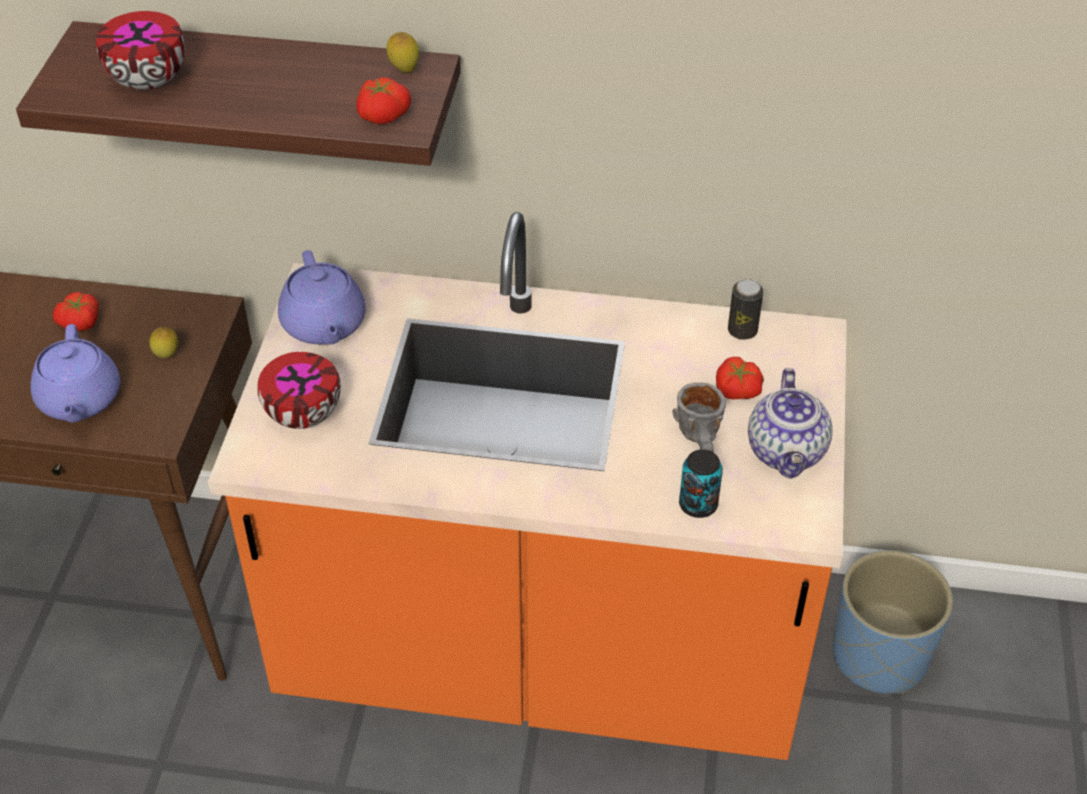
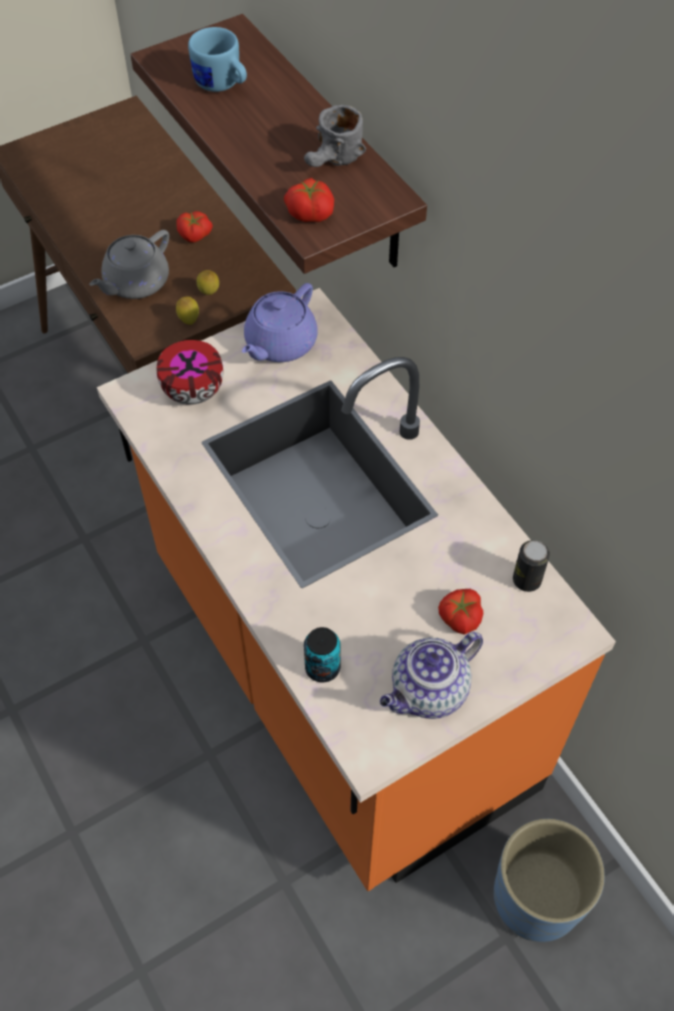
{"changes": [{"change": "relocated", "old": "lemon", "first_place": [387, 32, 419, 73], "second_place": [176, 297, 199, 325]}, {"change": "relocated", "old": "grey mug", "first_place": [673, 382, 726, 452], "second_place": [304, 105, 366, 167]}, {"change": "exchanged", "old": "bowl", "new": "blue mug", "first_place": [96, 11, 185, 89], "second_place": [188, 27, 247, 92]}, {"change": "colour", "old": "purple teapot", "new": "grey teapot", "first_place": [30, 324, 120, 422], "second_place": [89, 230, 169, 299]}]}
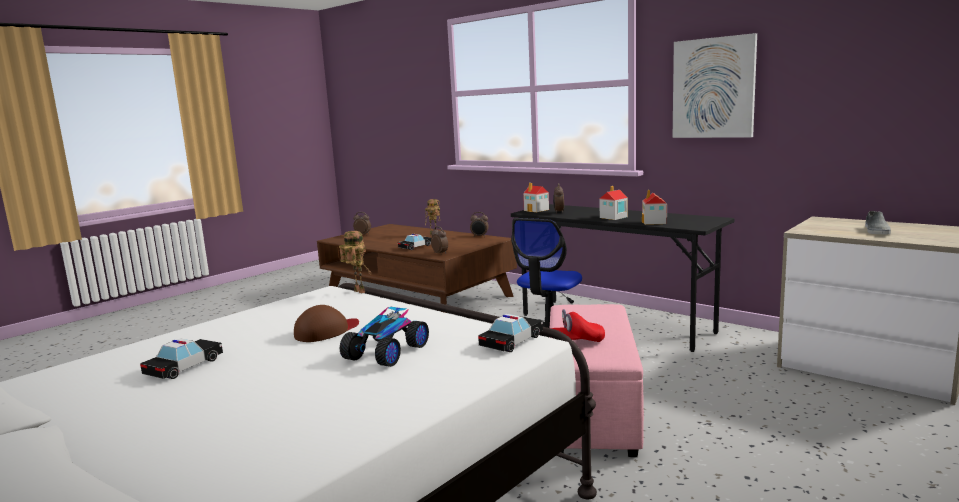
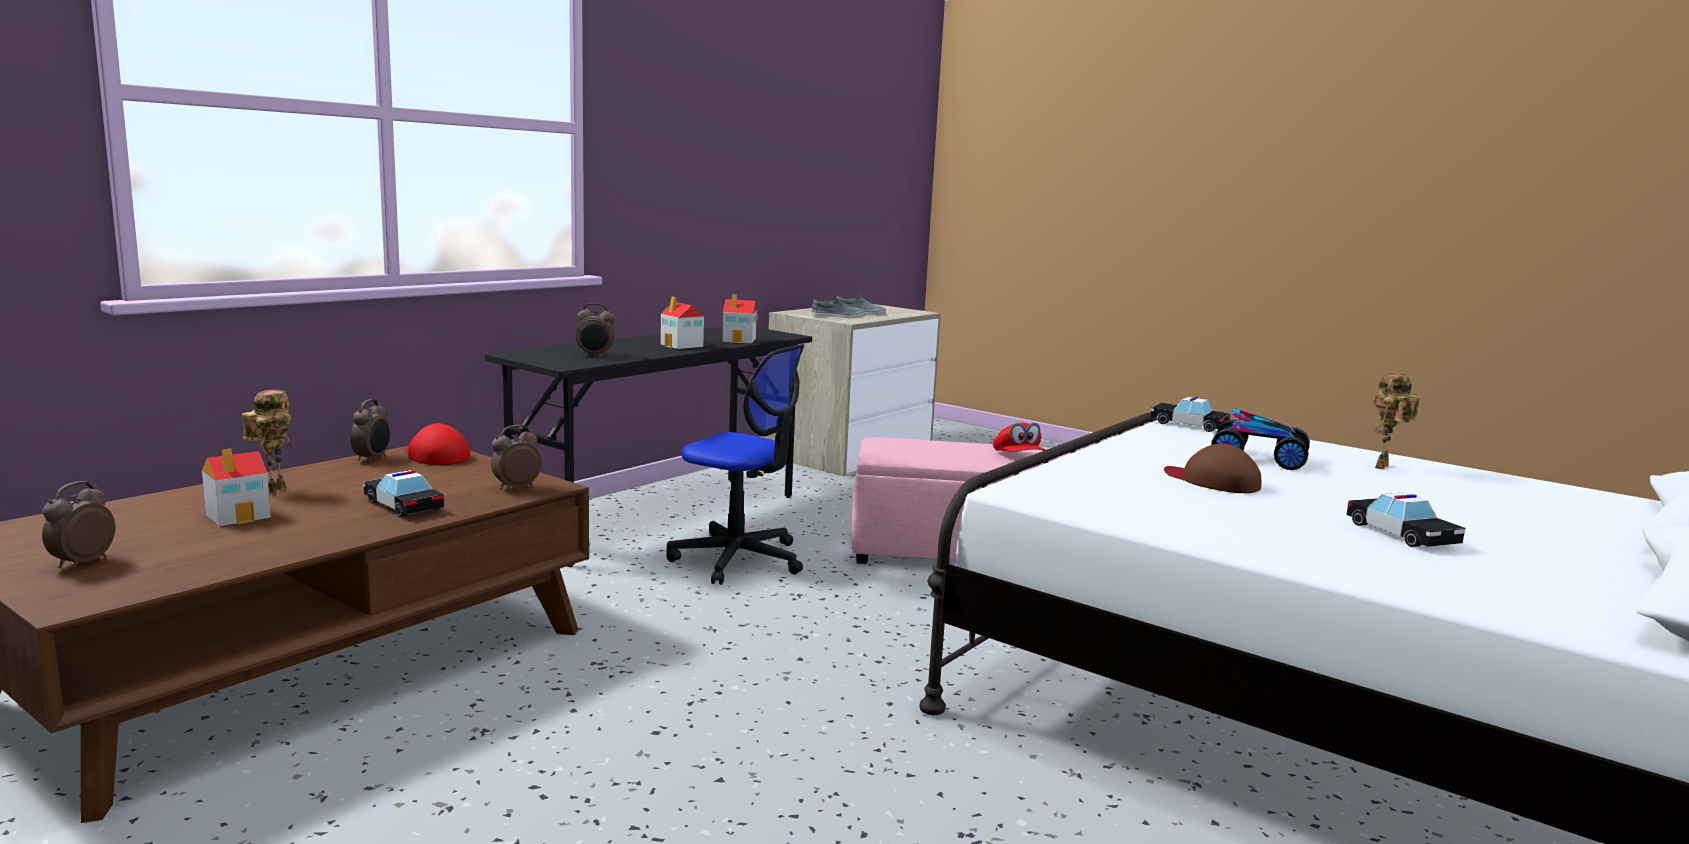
{"changes": [{"change": "missing", "old": "picture", "first_place": [673, 33, 757, 138]}, {"change": "appeared", "new": "red cap", "second_place": [404, 423, 470, 465]}, {"change": "appeared", "new": "grey shoe", "second_place": [812, 297, 864, 318]}, {"change": "relocated", "old": "toy robot", "first_place": [339, 231, 371, 293], "second_place": [1374, 373, 1421, 470]}, {"change": "relocated", "old": "toy house", "first_place": [523, 183, 549, 212], "second_place": [202, 448, 271, 526]}, {"change": "spun", "old": "toy car", "first_place": [140, 338, 223, 379], "second_place": [1346, 492, 1465, 547], "degrees": -135}]}
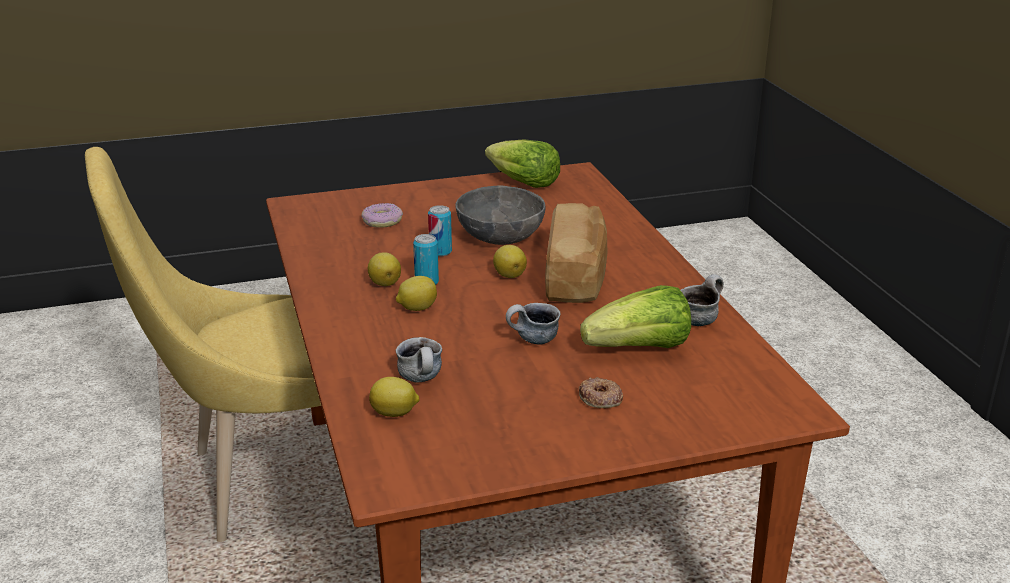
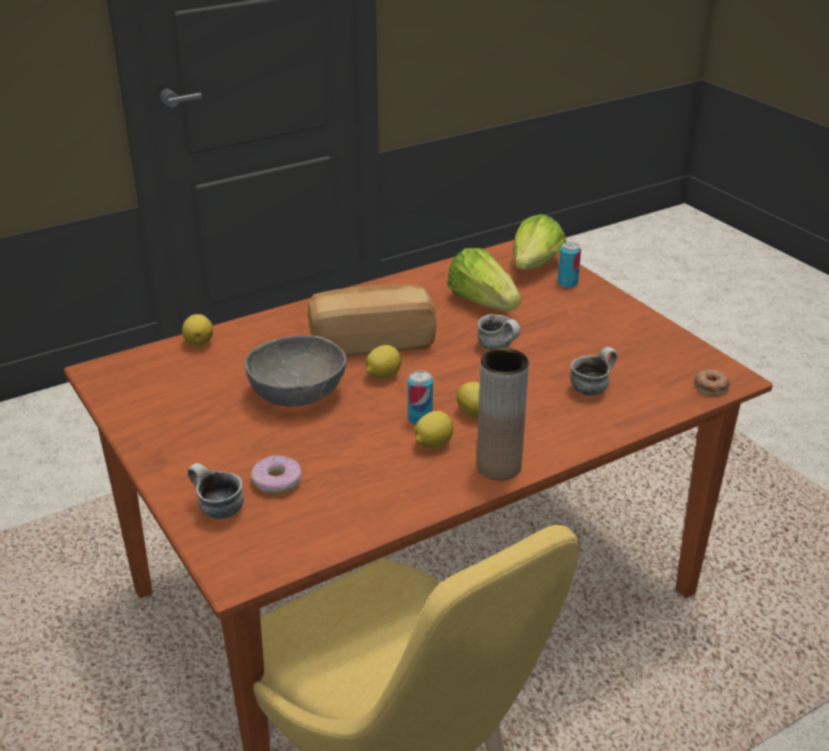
{"changes": [{"change": "appeared", "new": "brown vase", "second_place": [477, 348, 529, 480]}, {"change": "relocated", "old": "lemon", "first_place": [369, 377, 420, 417], "second_place": [182, 314, 213, 346]}, {"change": "relocated", "old": "can", "first_place": [428, 205, 452, 257], "second_place": [557, 242, 581, 288]}, {"change": "relocated", "old": "lettuce", "first_place": [485, 139, 560, 188], "second_place": [513, 214, 566, 270]}, {"change": "relocated", "old": "donut", "first_place": [579, 377, 623, 408], "second_place": [694, 369, 730, 395]}, {"change": "relocated", "old": "mug", "first_place": [681, 274, 724, 326], "second_place": [187, 463, 244, 519]}]}
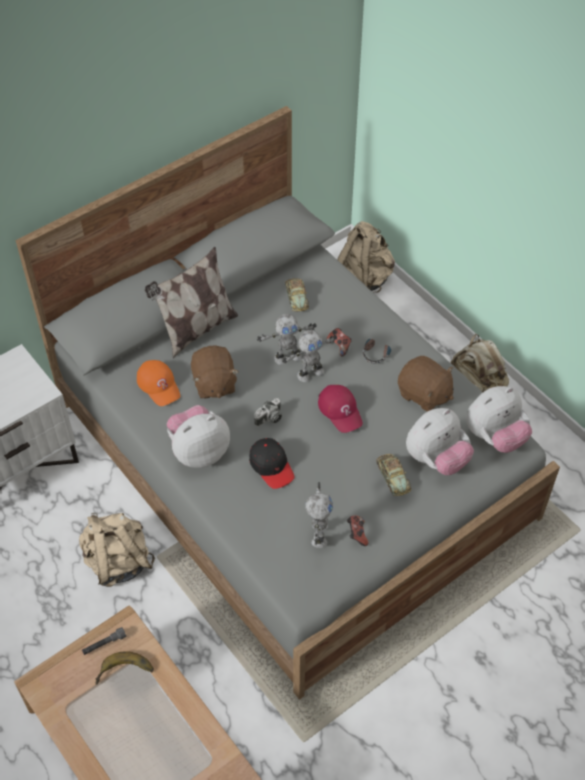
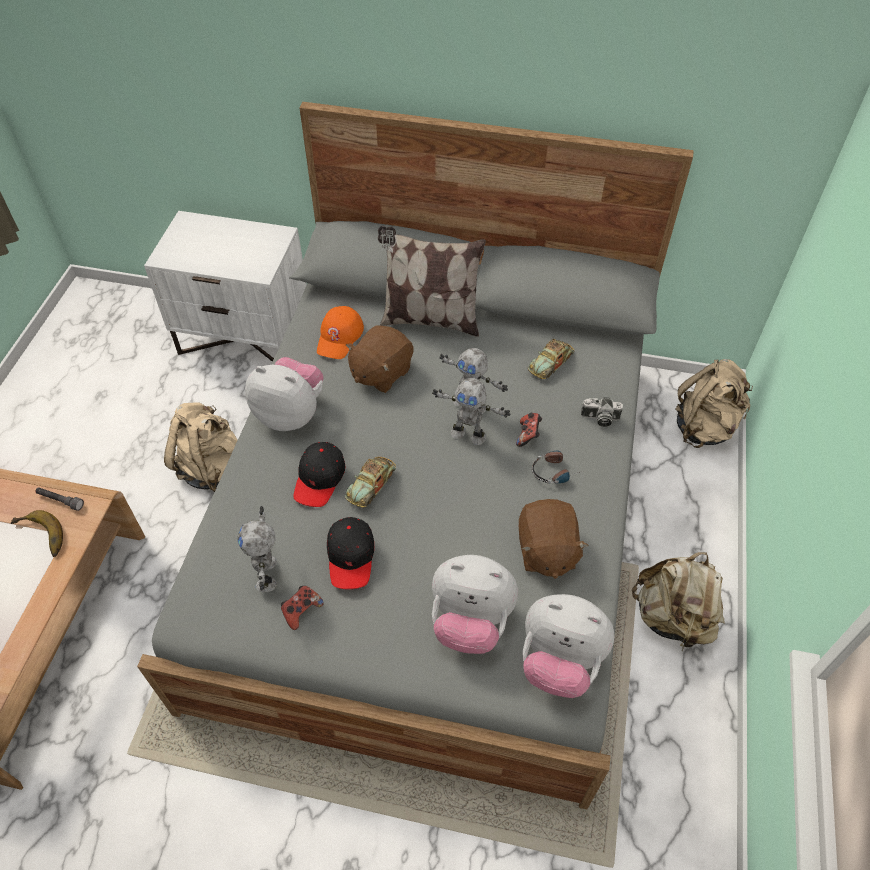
{"changes": [{"change": "missing", "old": "red cap", "first_place": [318, 385, 363, 433]}, {"change": "appeared", "new": "black cap", "second_place": [327, 517, 374, 589]}, {"change": "relocated", "old": "photo camera", "first_place": [254, 398, 282, 427], "second_place": [581, 397, 623, 427]}, {"change": "relocated", "old": "toy car", "first_place": [376, 454, 411, 496], "second_place": [345, 457, 396, 508]}, {"change": "spun", "old": "toy robot", "first_place": [305, 482, 333, 548], "second_place": [238, 506, 277, 593], "degrees": 120}]}
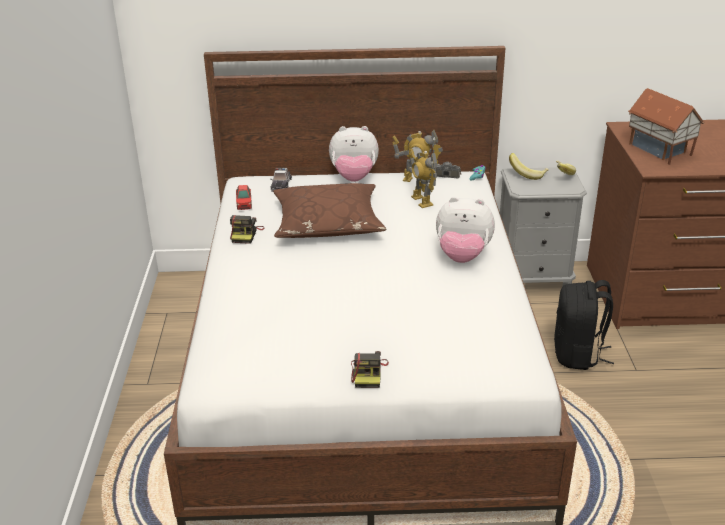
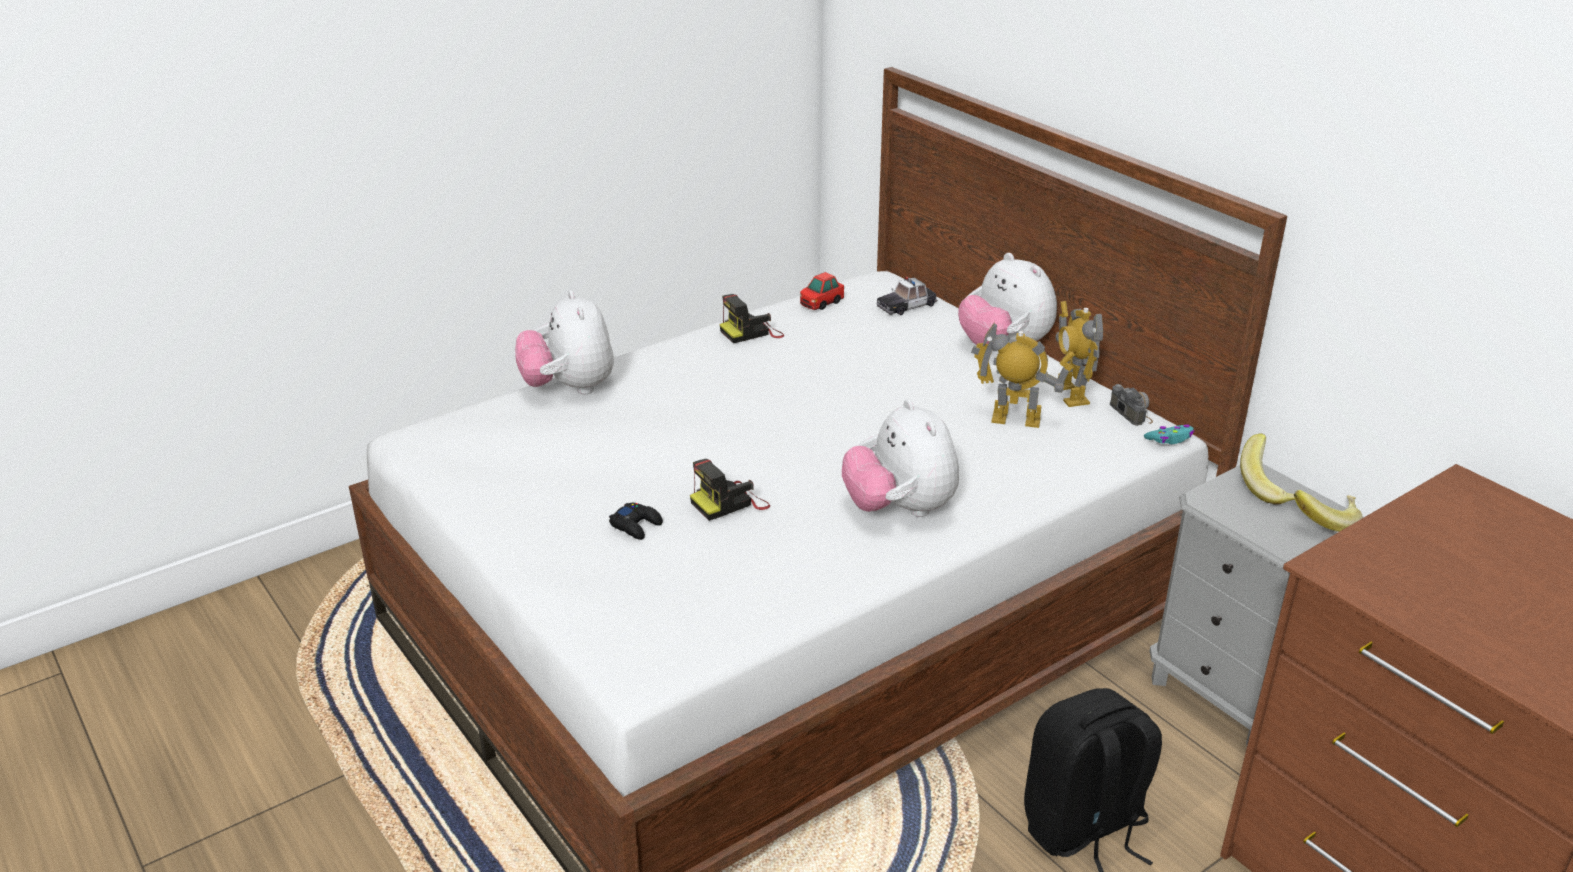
{"changes": [{"change": "missing", "old": "brown pillow", "first_place": [273, 183, 387, 238]}, {"change": "missing", "old": "toy house", "first_place": [628, 88, 705, 165]}, {"change": "appeared", "new": "plush toy", "second_place": [515, 290, 614, 394]}, {"change": "appeared", "new": "black game controller", "second_place": [609, 503, 663, 540]}, {"change": "relocated", "old": "photo camera", "first_place": [351, 351, 389, 388], "second_place": [690, 459, 770, 521]}, {"change": "spun", "old": "toy robot", "first_place": [409, 149, 437, 208], "second_place": [971, 322, 1075, 428], "degrees": 75}]}
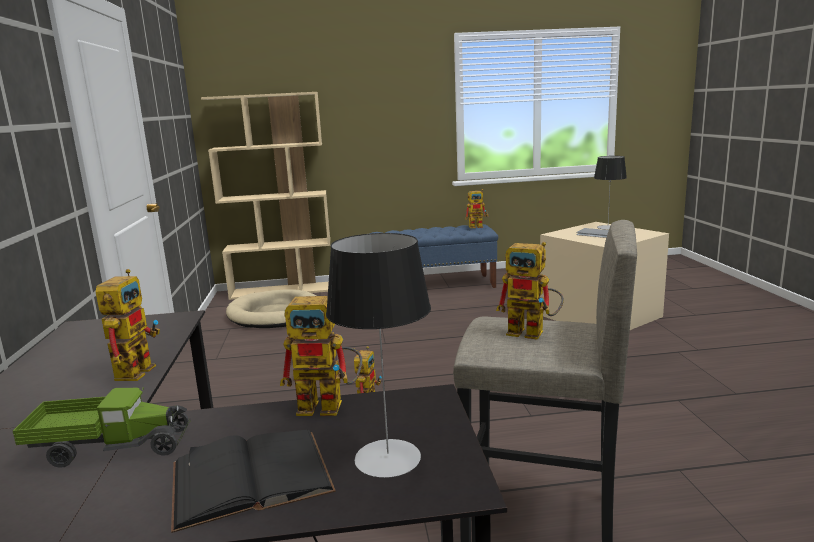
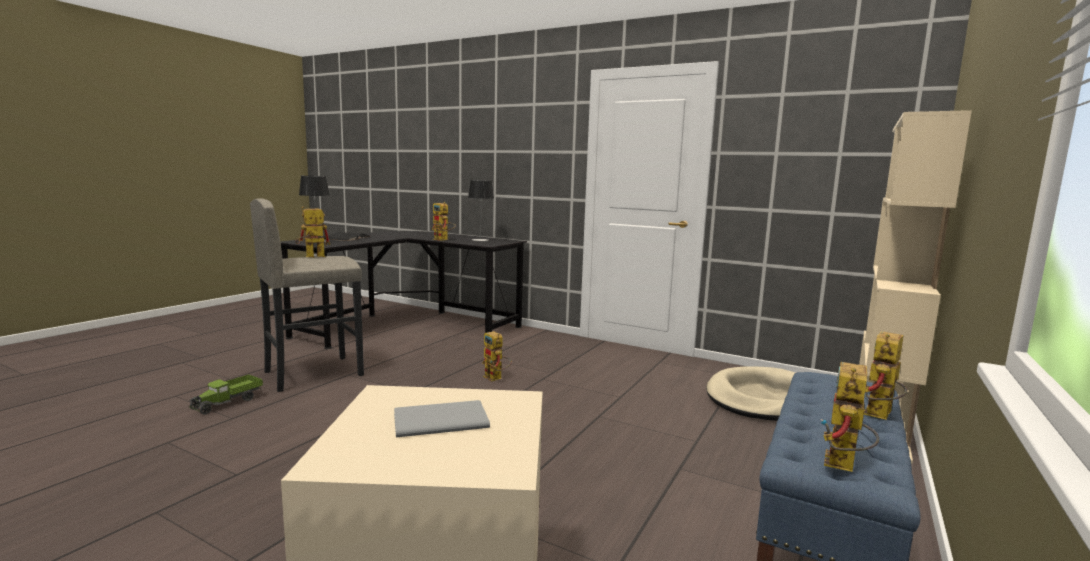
{"changes": [{"change": "relocated", "old": "toy truck", "first_place": [13, 387, 191, 468], "second_place": [189, 375, 263, 415]}, {"change": "relocated", "old": "toy robot", "first_place": [280, 296, 363, 416], "second_place": [864, 331, 907, 420]}, {"change": "relocated", "old": "table lamp", "first_place": [594, 156, 627, 230], "second_place": [468, 180, 494, 241]}]}
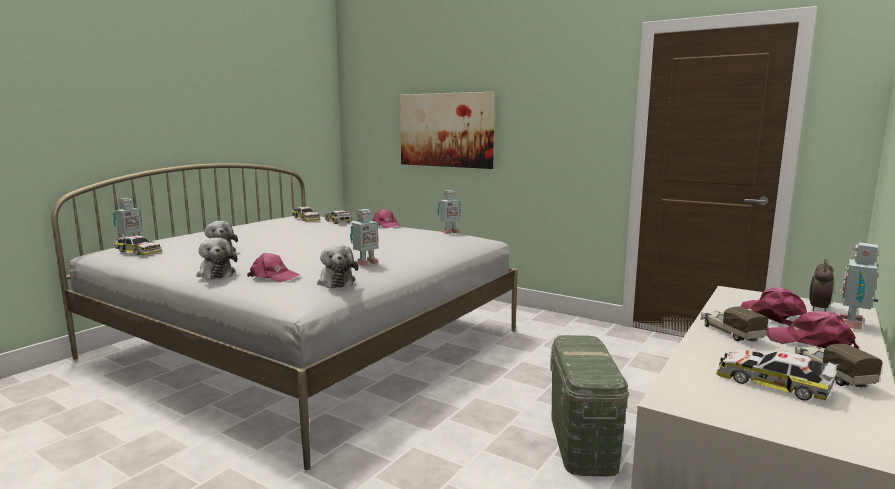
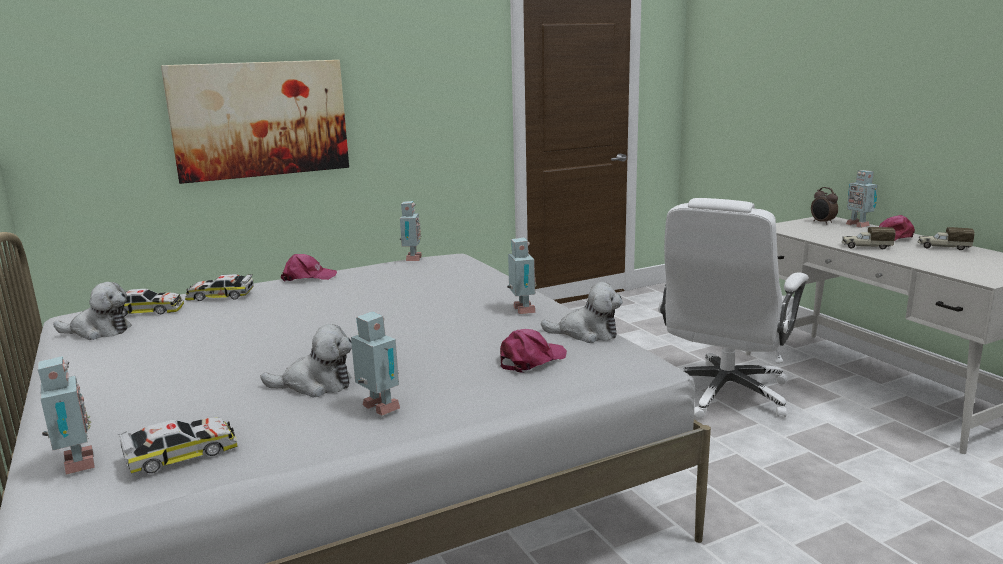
{"changes": [{"change": "missing", "old": "toy car", "first_place": [716, 350, 840, 400]}, {"change": "missing", "old": "pink cap", "first_place": [741, 288, 807, 326]}, {"change": "appeared", "new": "toy robot", "second_place": [351, 312, 400, 415]}, {"change": "relocated", "old": "plush toy", "first_place": [197, 238, 237, 279], "second_place": [53, 282, 131, 340]}, {"change": "exchanged", "old": "green storage box", "new": "white office chair", "first_place": [550, 335, 629, 476], "second_place": [658, 198, 809, 419]}]}
